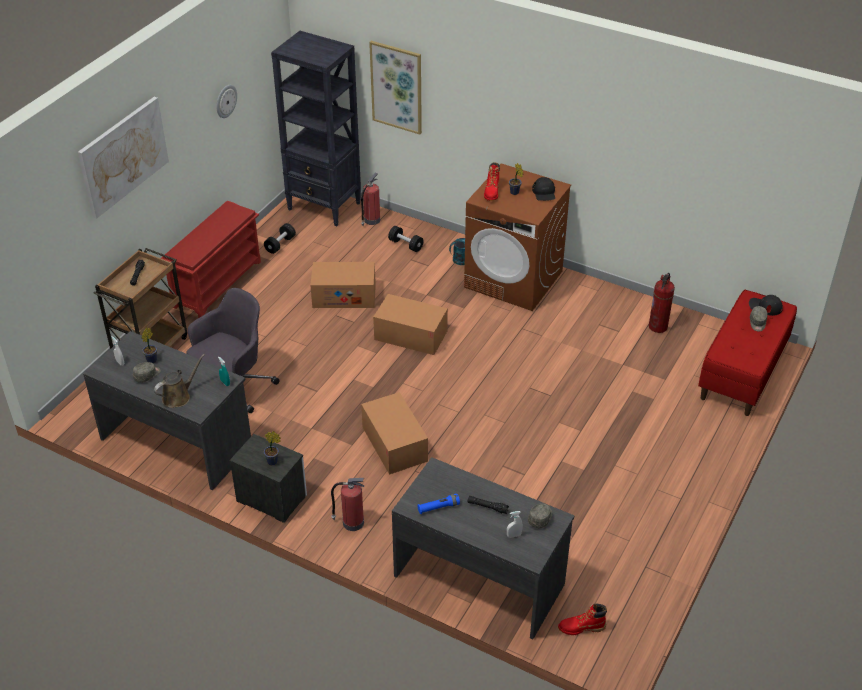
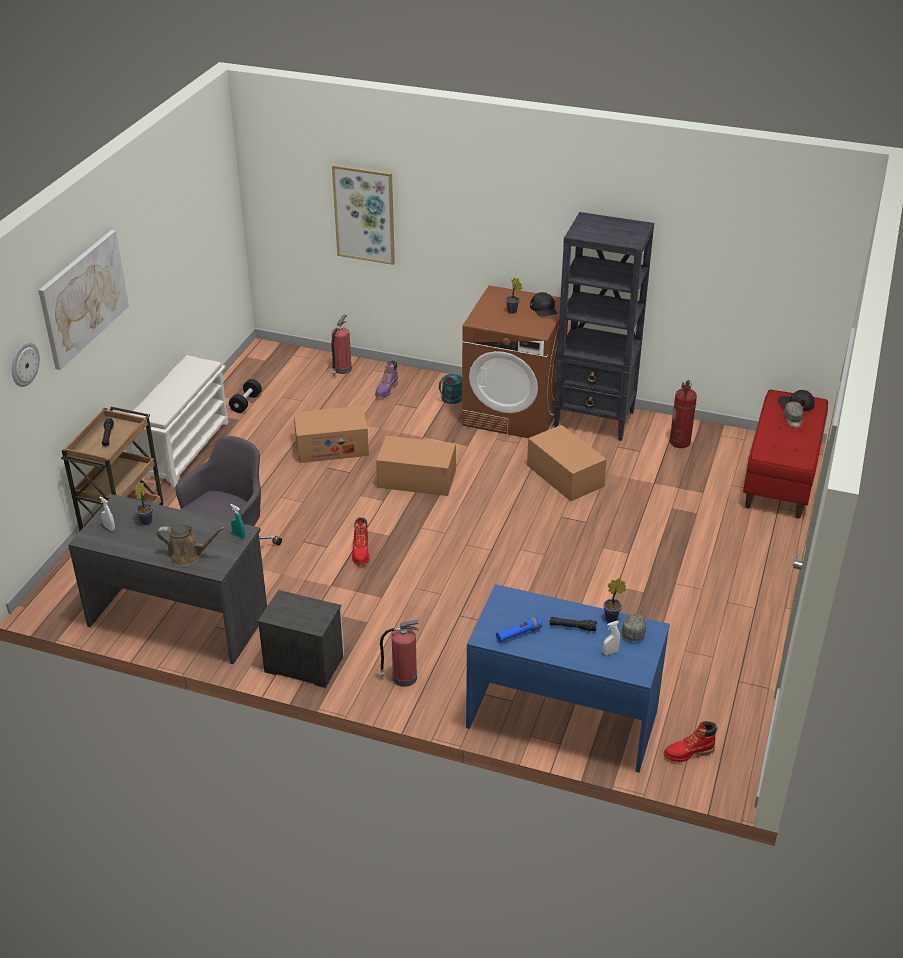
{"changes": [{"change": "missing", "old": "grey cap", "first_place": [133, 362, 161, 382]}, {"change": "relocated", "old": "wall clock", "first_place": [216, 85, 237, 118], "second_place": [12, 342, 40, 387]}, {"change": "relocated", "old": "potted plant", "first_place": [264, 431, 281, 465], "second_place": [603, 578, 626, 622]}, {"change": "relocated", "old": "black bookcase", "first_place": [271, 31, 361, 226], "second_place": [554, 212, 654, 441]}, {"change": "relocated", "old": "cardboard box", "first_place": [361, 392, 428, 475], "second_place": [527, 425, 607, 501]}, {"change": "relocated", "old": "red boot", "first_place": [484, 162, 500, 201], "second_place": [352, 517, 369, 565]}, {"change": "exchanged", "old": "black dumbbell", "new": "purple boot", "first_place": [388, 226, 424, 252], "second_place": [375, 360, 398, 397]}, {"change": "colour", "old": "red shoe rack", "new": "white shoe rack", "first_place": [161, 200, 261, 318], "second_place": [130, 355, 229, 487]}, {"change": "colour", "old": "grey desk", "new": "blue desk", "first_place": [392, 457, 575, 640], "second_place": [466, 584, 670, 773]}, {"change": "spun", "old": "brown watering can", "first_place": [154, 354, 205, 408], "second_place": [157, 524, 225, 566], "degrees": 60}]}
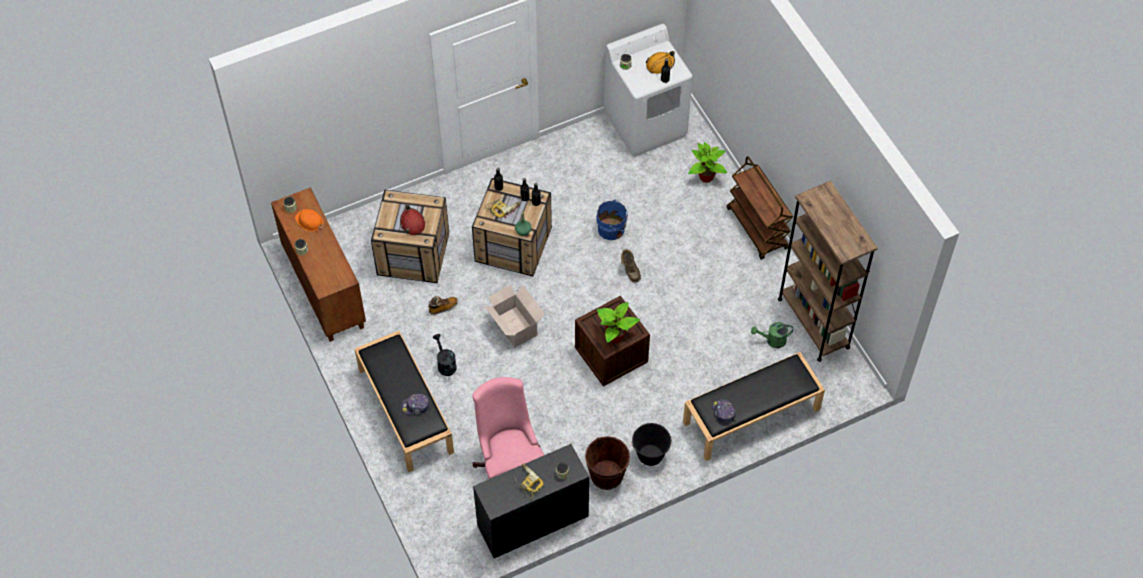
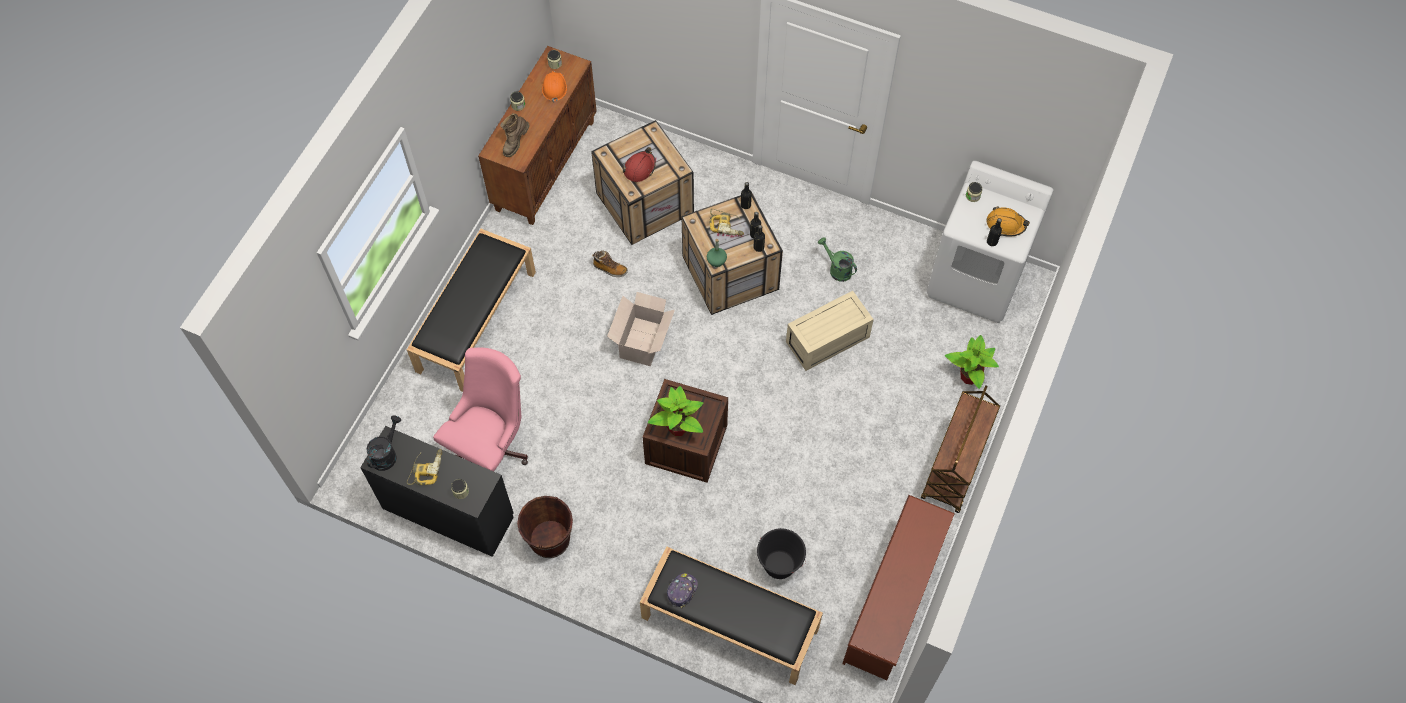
{"changes": [{"change": "missing", "old": "cap", "first_place": [401, 394, 430, 414]}, {"change": "relocated", "old": "black watering can", "first_place": [433, 334, 456, 376], "second_place": [366, 415, 401, 471]}, {"change": "relocated", "old": "brown boot", "first_place": [621, 249, 641, 283], "second_place": [500, 113, 529, 157]}, {"change": "relocated", "old": "black bucket", "first_place": [631, 423, 671, 466], "second_place": [757, 528, 806, 579]}, {"change": "relocated", "old": "green watering can", "first_place": [751, 322, 793, 348], "second_place": [818, 237, 857, 282]}, {"change": "exchanged", "old": "blue bucket", "new": "beige storage box", "first_place": [597, 200, 628, 240], "second_place": [786, 291, 874, 371]}, {"change": "exchanged", "old": "brown bookcase", "new": "brown shoe rack", "first_place": [778, 181, 878, 362], "second_place": [842, 495, 955, 680]}]}
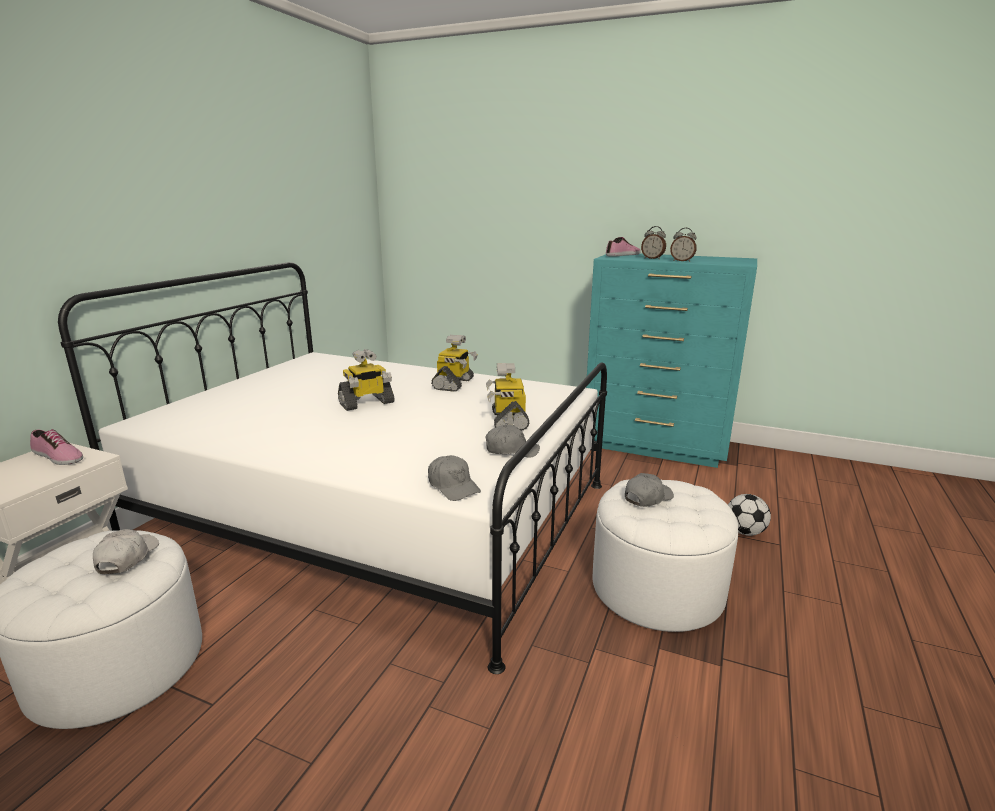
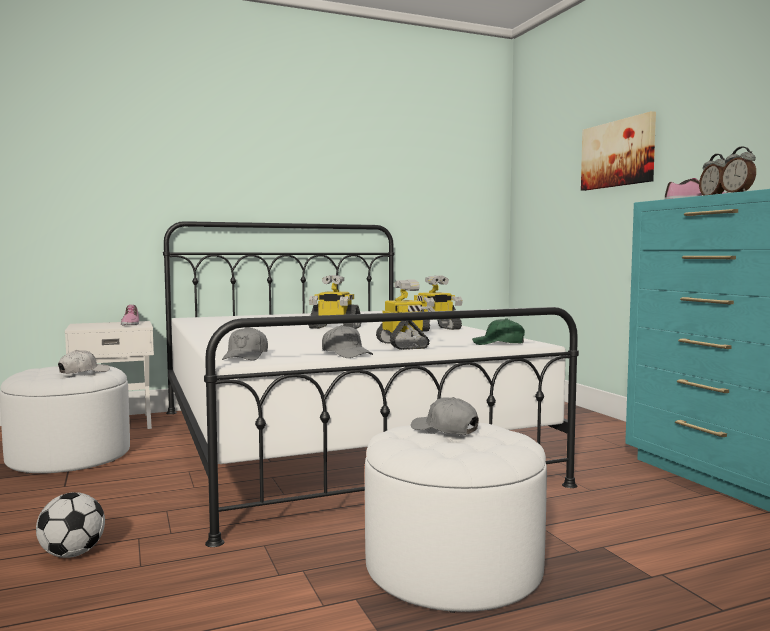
{"changes": [{"change": "appeared", "new": "green cap", "second_place": [472, 318, 525, 345]}, {"change": "appeared", "new": "picture", "second_place": [581, 111, 656, 191]}, {"change": "relocated", "old": "football", "first_place": [728, 494, 771, 536], "second_place": [36, 492, 105, 558]}, {"change": "spun", "old": "toy robot", "first_place": [486, 363, 529, 430], "second_place": [376, 280, 435, 350], "degrees": 120}, {"change": "spun", "old": "grey cap", "first_place": [625, 473, 674, 507], "second_place": [411, 397, 479, 435], "degrees": -150}]}
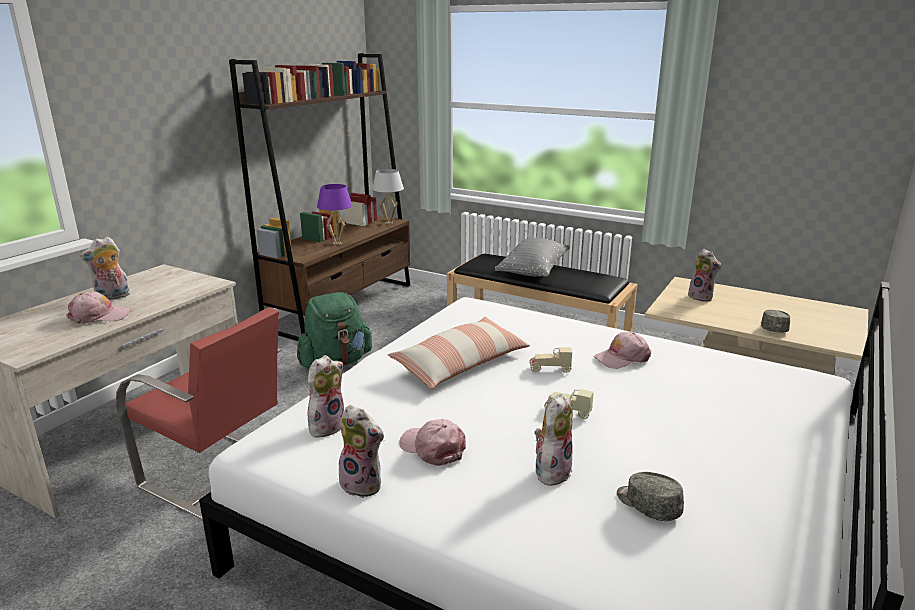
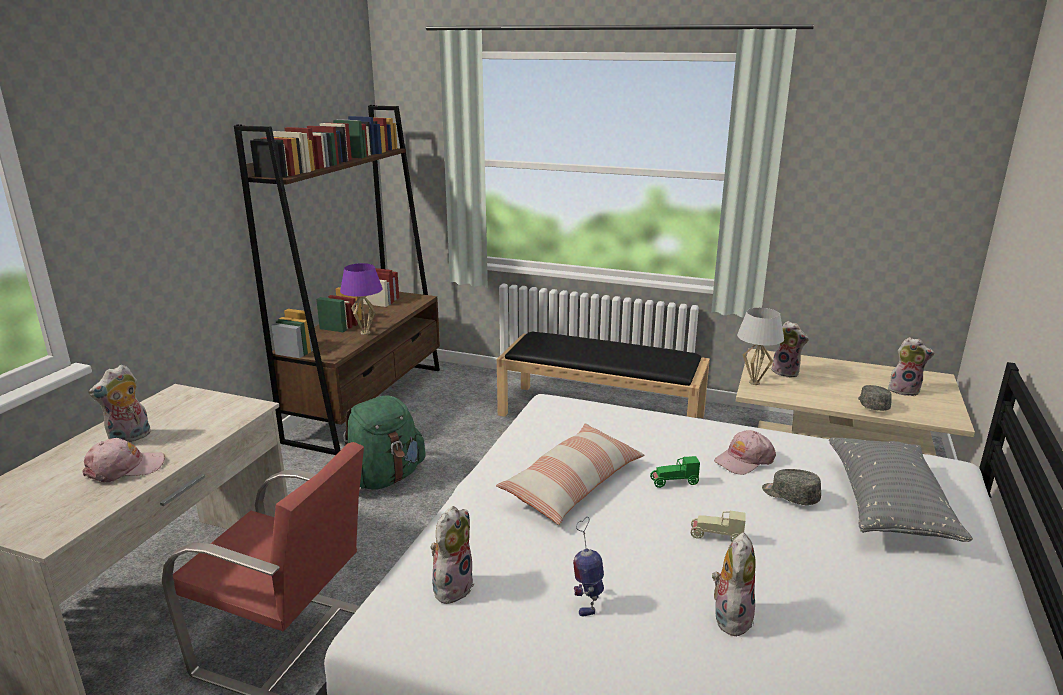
{"changes": [{"change": "relocated", "old": "plush toy", "first_place": [339, 405, 385, 498], "second_place": [888, 337, 934, 396]}, {"change": "relocated", "old": "white table lamp", "first_place": [372, 169, 404, 224], "second_place": [737, 308, 784, 385]}, {"change": "relocated", "old": "grey pillow", "first_place": [495, 238, 570, 277], "second_place": [829, 437, 973, 542]}, {"change": "relocated", "old": "grey cap", "first_place": [617, 472, 684, 521], "second_place": [762, 469, 821, 505]}, {"change": "exchanged", "old": "pink cap", "new": "toy robot", "first_place": [399, 419, 466, 466], "second_place": [573, 517, 604, 616]}, {"change": "colour", "old": "beige toy car", "new": "green toy car", "first_place": [530, 347, 572, 373], "second_place": [650, 456, 700, 488]}]}
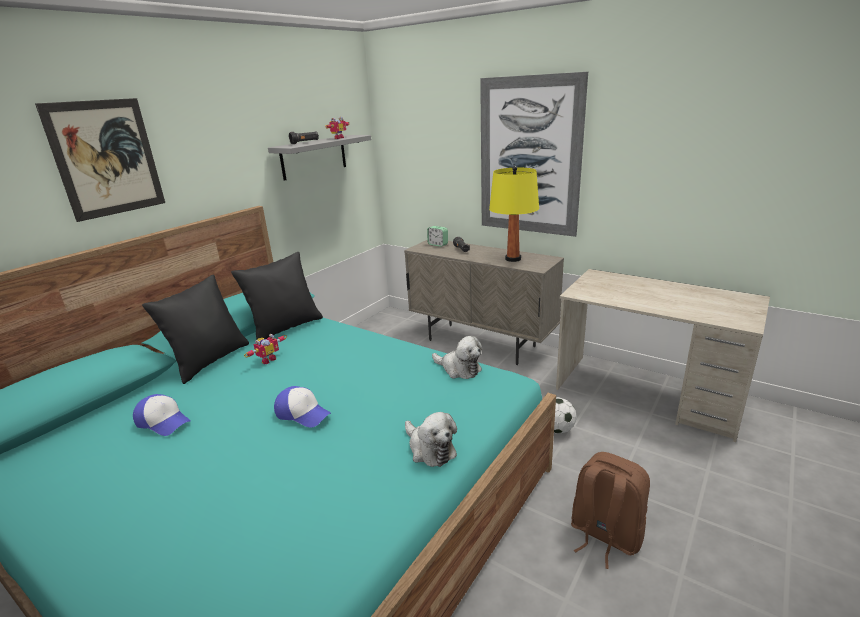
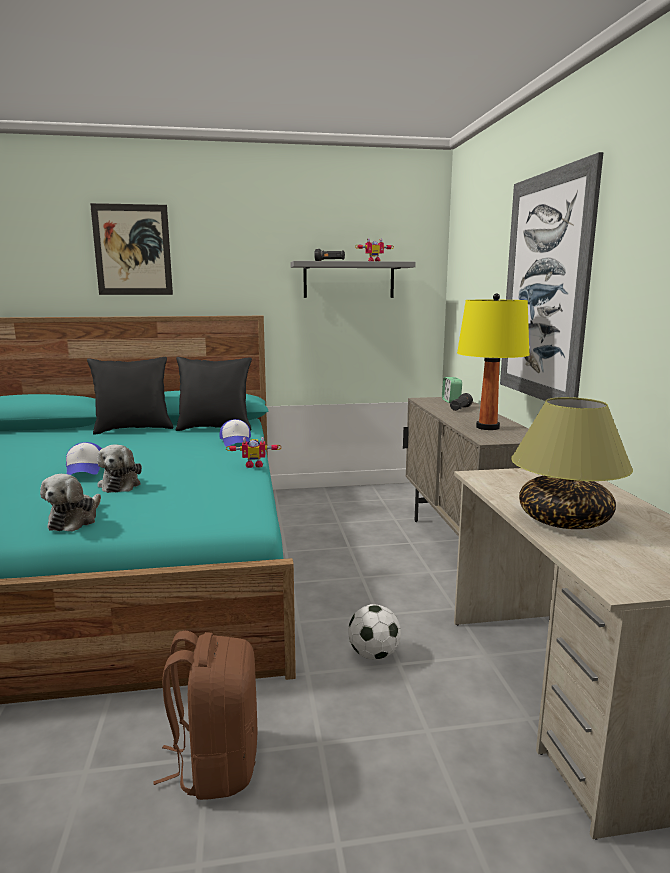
{"changes": [{"change": "appeared", "new": "table lamp", "second_place": [511, 397, 633, 529]}, {"change": "relocated", "old": "cap", "first_place": [133, 394, 191, 436], "second_place": [219, 419, 251, 447]}, {"change": "relocated", "old": "toy robot", "first_place": [244, 334, 287, 364], "second_place": [226, 437, 282, 468]}, {"change": "relocated", "old": "plush toy", "first_place": [432, 336, 482, 379], "second_place": [97, 444, 142, 493]}]}
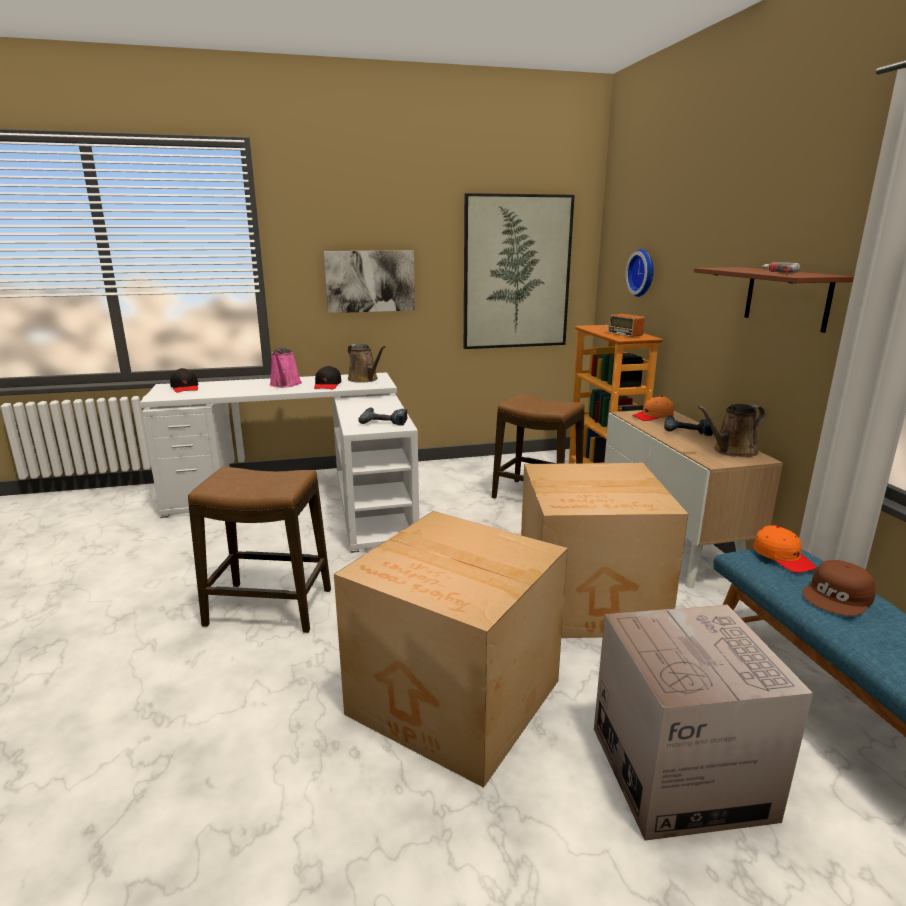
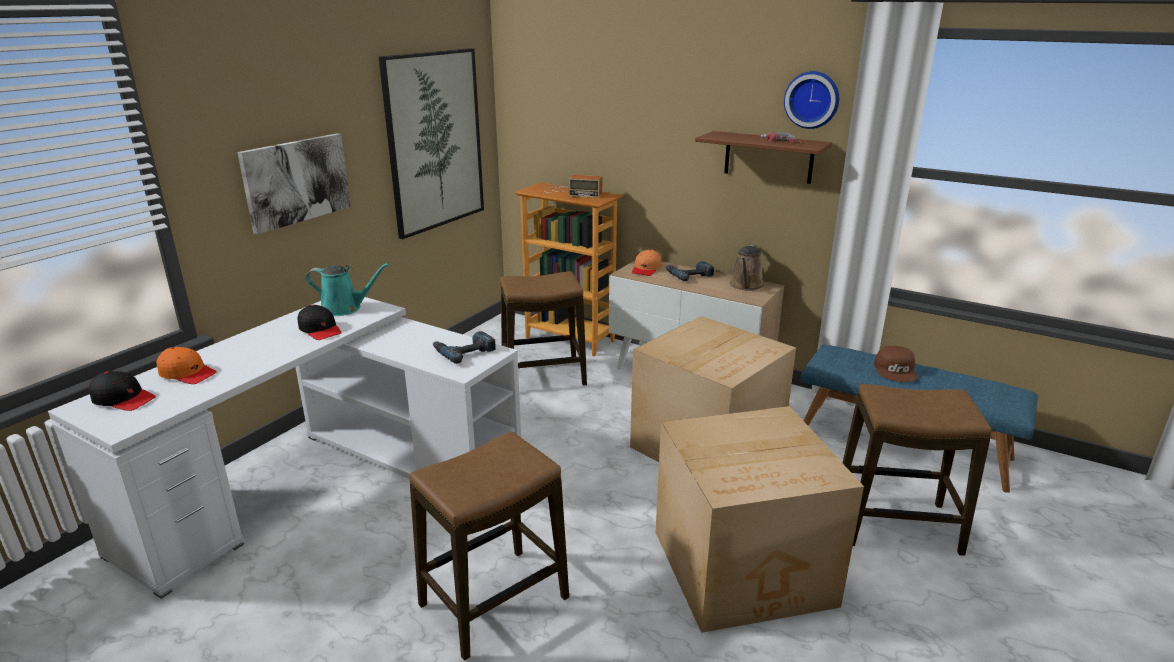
{"changes": [{"change": "missing", "old": "pink watering can", "first_place": [269, 347, 302, 388]}, {"change": "relocated", "old": "wall clock", "first_place": [625, 249, 654, 297], "second_place": [784, 71, 839, 129]}, {"change": "relocated", "old": "orange cap", "first_place": [753, 525, 817, 573], "second_place": [156, 347, 217, 384]}, {"change": "exchanged", "old": "cardboard box", "new": "stool", "first_place": [594, 605, 813, 840], "second_place": [843, 384, 992, 556]}, {"change": "colour", "old": "brown watering can", "new": "turquoise watering can", "first_place": [348, 344, 385, 383], "second_place": [306, 263, 389, 316]}]}
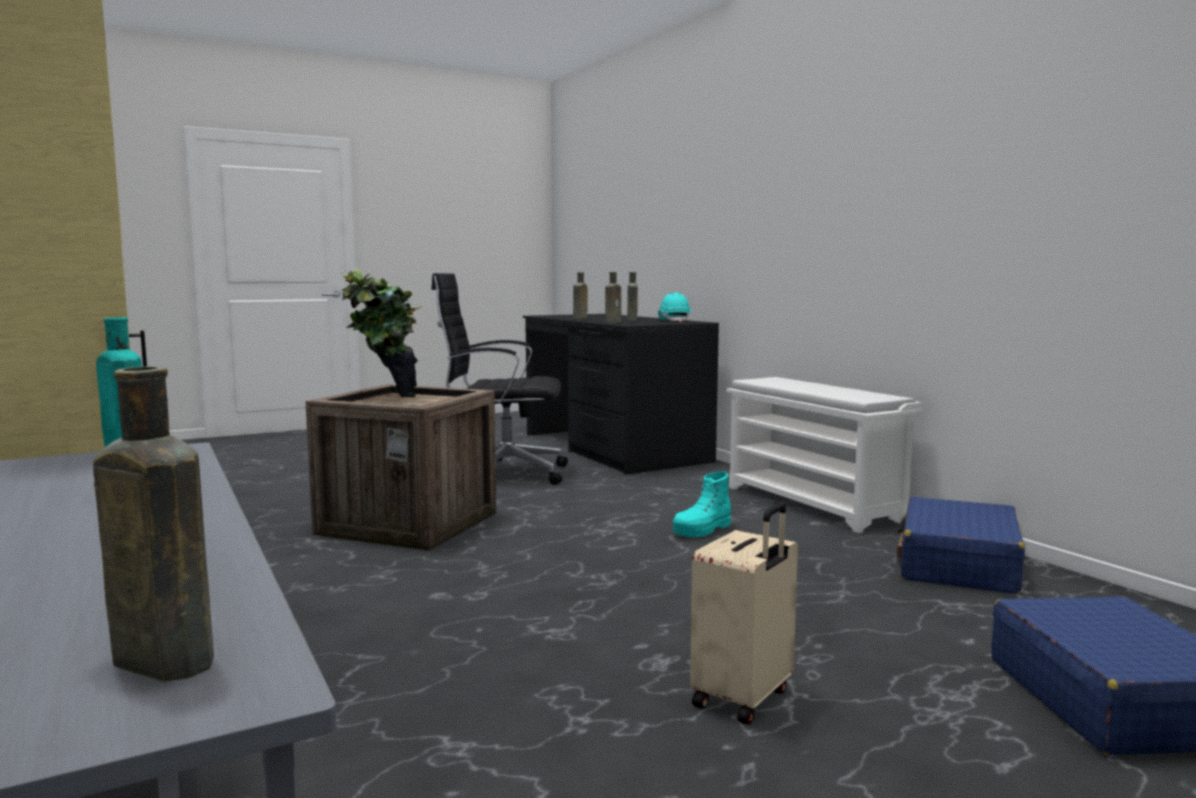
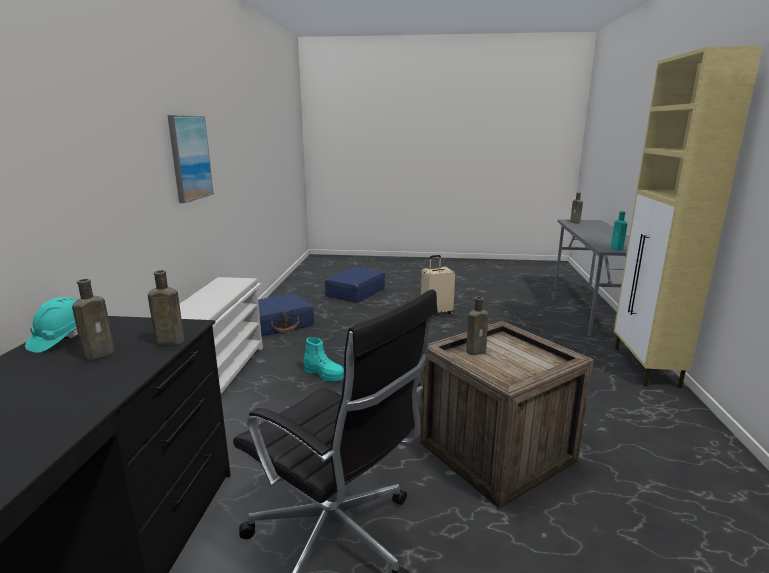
{"changes": [{"change": "missing", "old": "potted plant", "first_place": [341, 268, 421, 397]}, {"change": "appeared", "new": "picture", "second_place": [167, 115, 214, 203]}, {"change": "relocated", "old": "brown bottle", "first_place": [573, 272, 587, 320], "second_place": [466, 297, 488, 355]}, {"change": "spun", "old": "turquoise boot", "first_place": [673, 471, 731, 537], "second_place": [303, 337, 344, 381], "degrees": 45}]}
